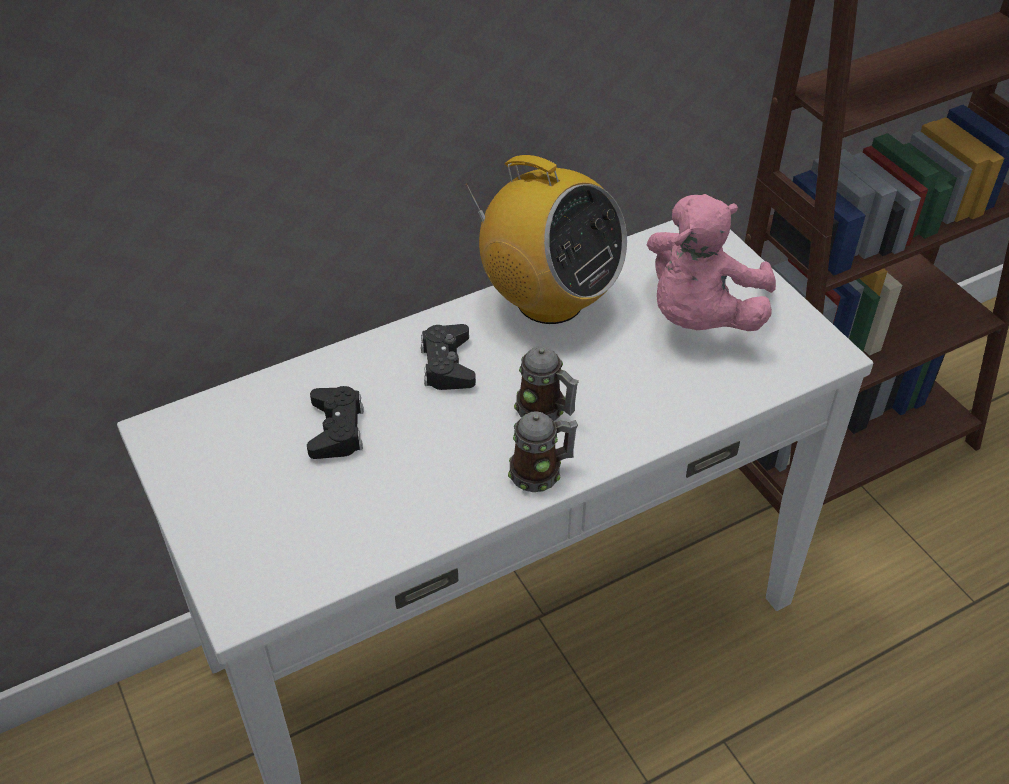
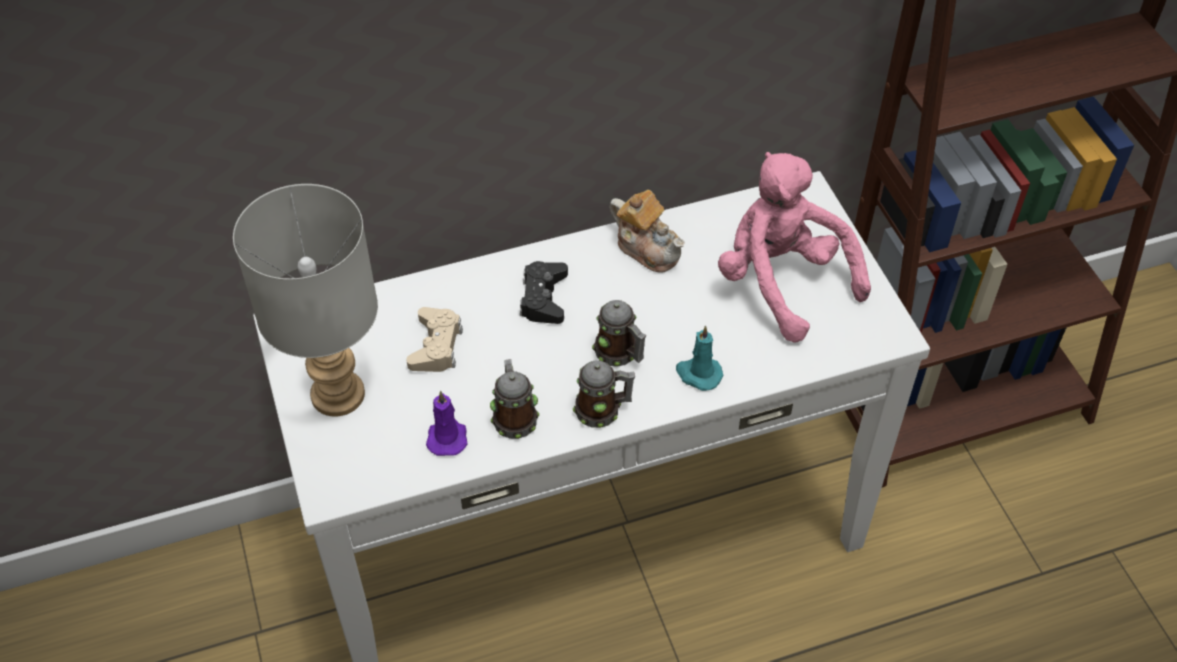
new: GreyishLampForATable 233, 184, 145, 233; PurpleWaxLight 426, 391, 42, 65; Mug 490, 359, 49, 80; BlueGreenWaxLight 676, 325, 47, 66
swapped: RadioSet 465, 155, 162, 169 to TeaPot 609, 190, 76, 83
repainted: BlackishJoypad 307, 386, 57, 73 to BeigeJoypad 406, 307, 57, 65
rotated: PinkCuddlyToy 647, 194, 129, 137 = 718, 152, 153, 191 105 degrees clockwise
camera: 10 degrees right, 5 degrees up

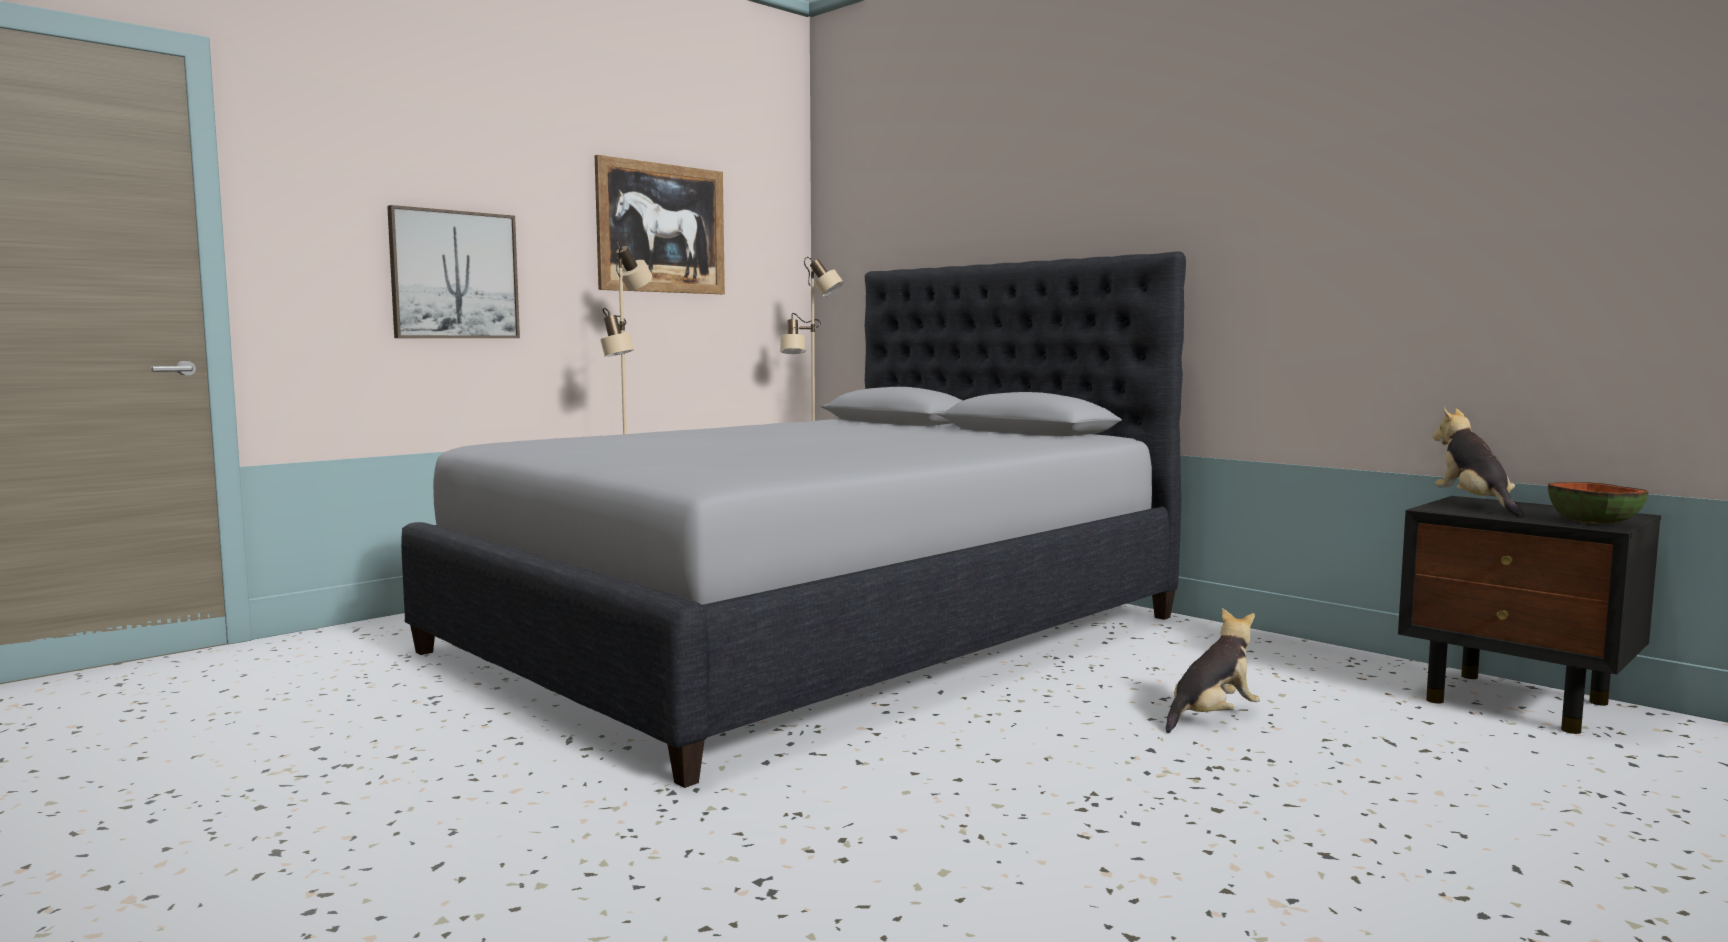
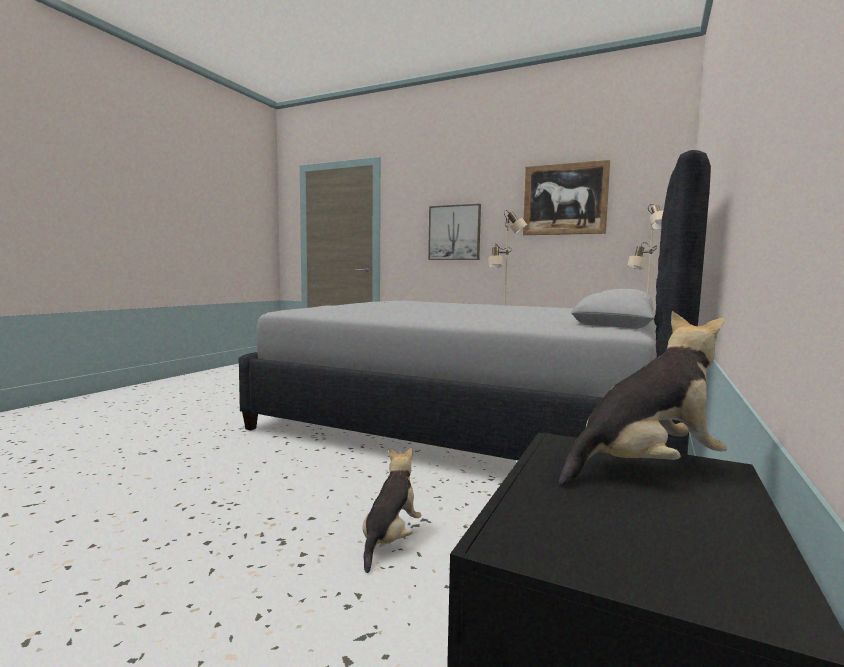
gone: DeepDish 1548, 482, 101, 42
rotated: CuddlyToy 1165, 608, 95, 125 = 363, 448, 58, 125 105 degrees counterclockwise
camera: 70 degrees right, 0 degrees up

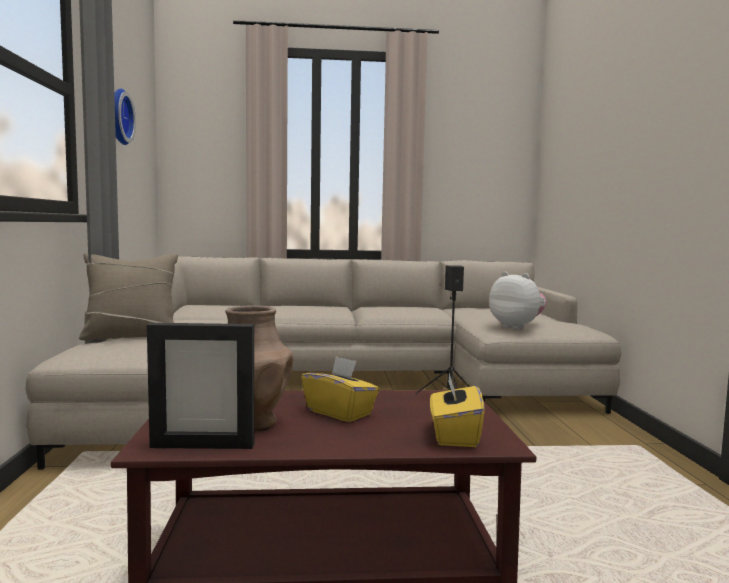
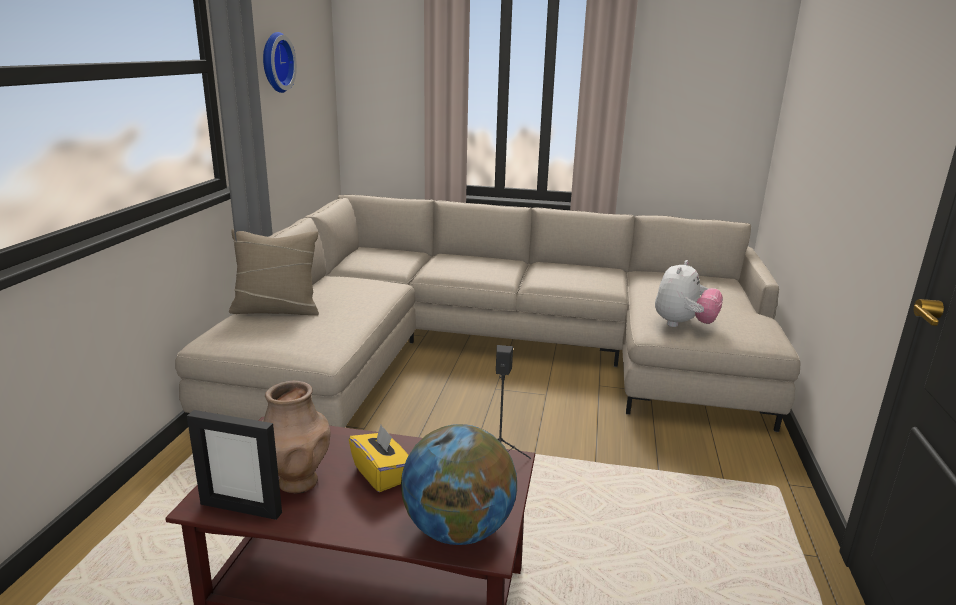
swapped: YellowTissueHolder 430, 373, 55, 74 to DeskGlobe 401, 424, 116, 121
rotated: CuddlyToy 489, 272, 58, 58 = 655, 260, 68, 67 60 degrees clockwise
camera: 15 degrees right, 15 degrees up

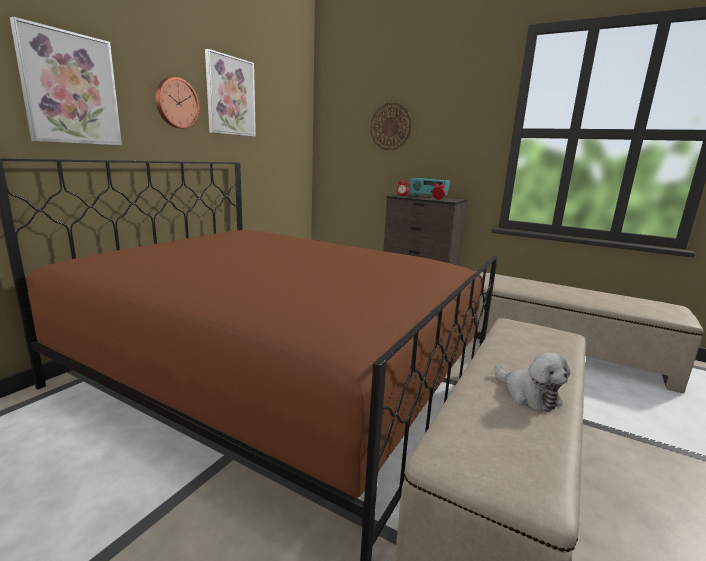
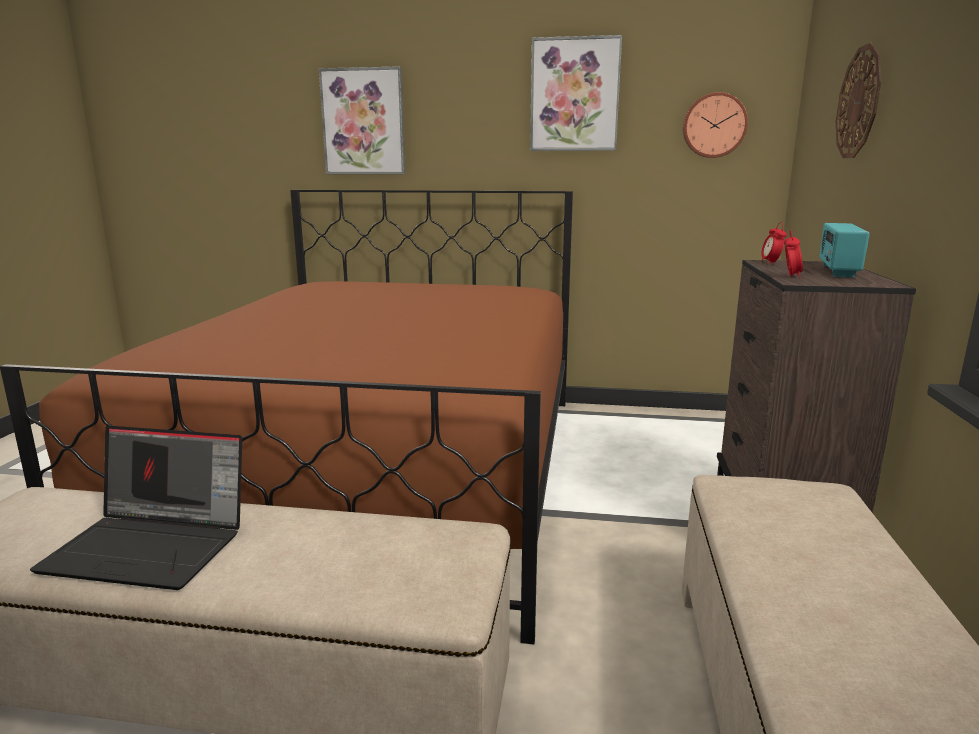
shifted: WallClock 155, 77, 45, 51 to 683, 92, 65, 66
swapped: CuddlyToy 494, 352, 76, 60 to Laptop 30, 426, 212, 164
camera: 70 degrees right, 0 degrees up

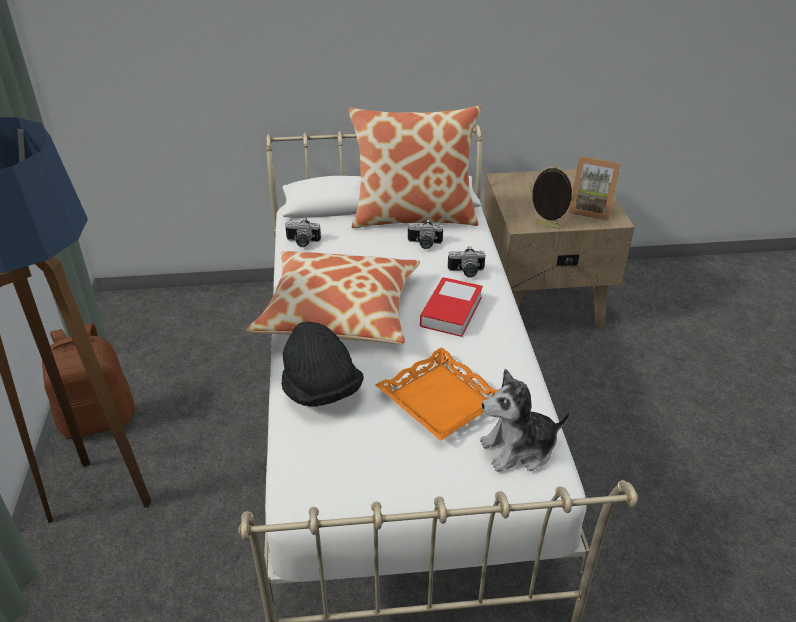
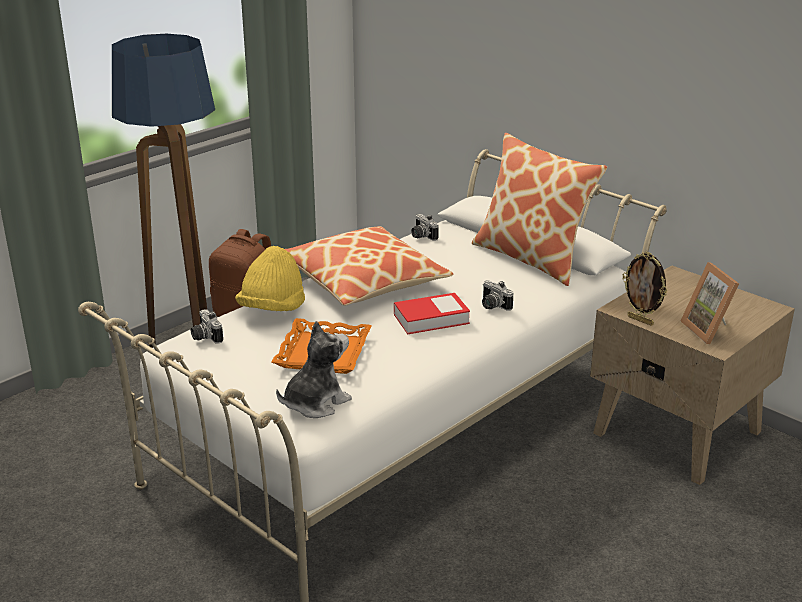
shifted: StillCamera 408, 219, 35, 30 to 191, 309, 32, 35
repainted: BlackishWearableHat 282, 321, 82, 86 to YellowWearableHat 235, 246, 70, 65
rotated: CuddlyToy 480, 369, 90, 103 = 276, 321, 76, 97 105 degrees clockwise; StandingFrame 530, 165, 45, 64 = 622, 252, 45, 74 150 degrees clockwise
camera: 50 degrees right, 10 degrees down

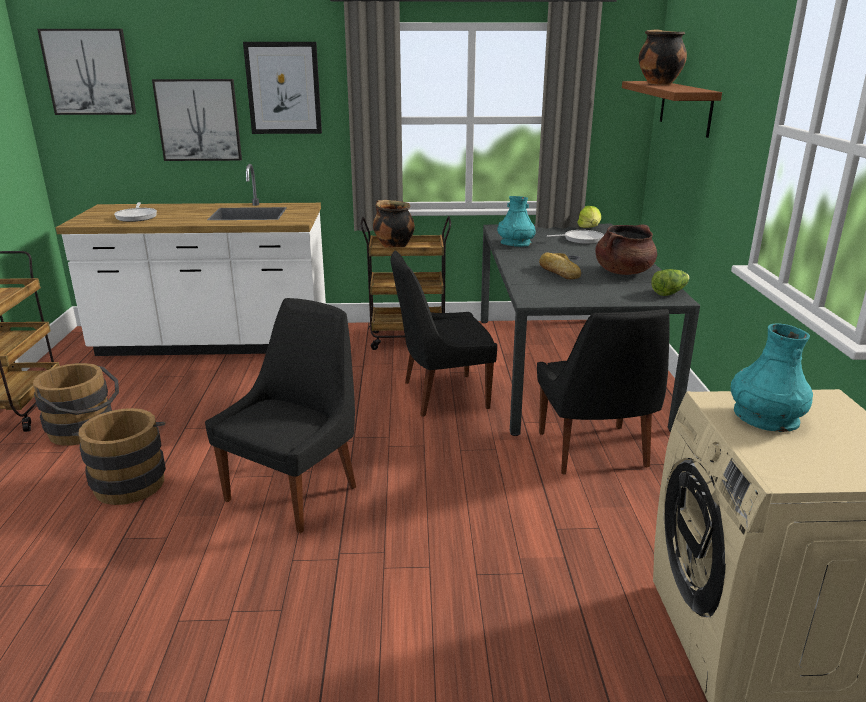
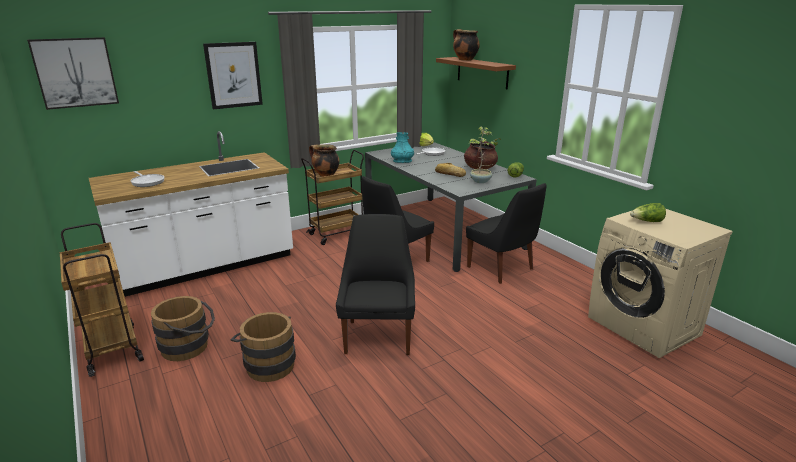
gone: Picture 152, 79, 90, 82
new: Houseplant 468, 126, 33, 57
swapped: BlueGreenFlowerVase 731, 323, 82, 109 to HeadOfLettuce 630, 203, 36, 19
camera: 30 degrees left, 0 degrees up

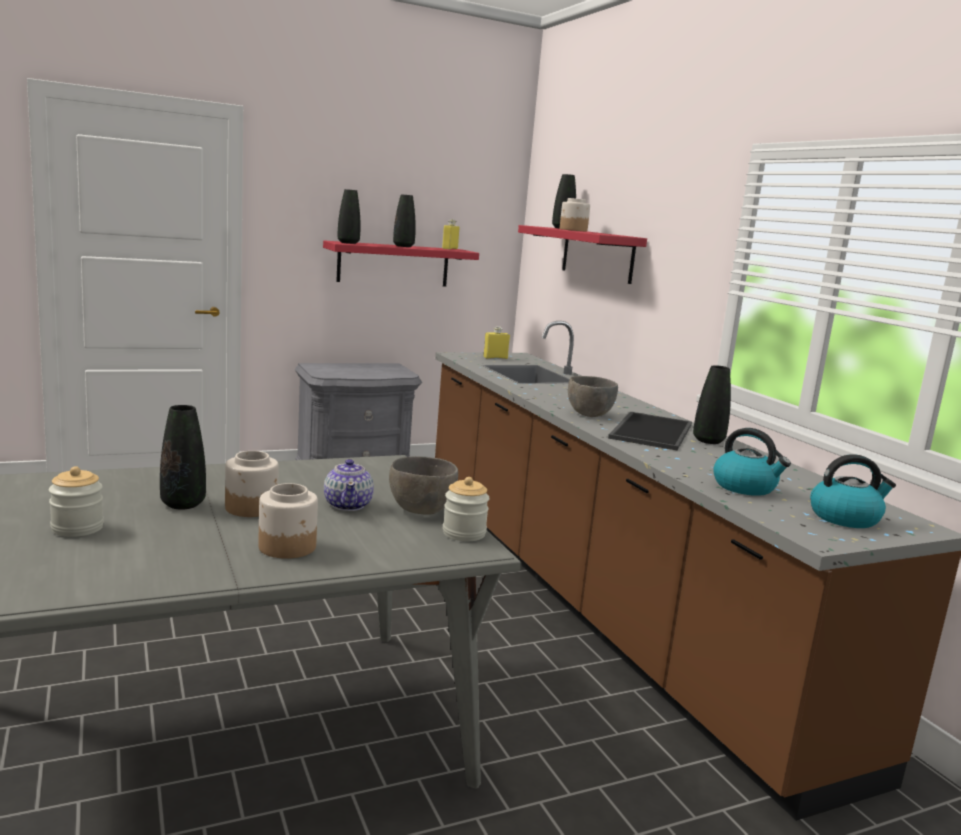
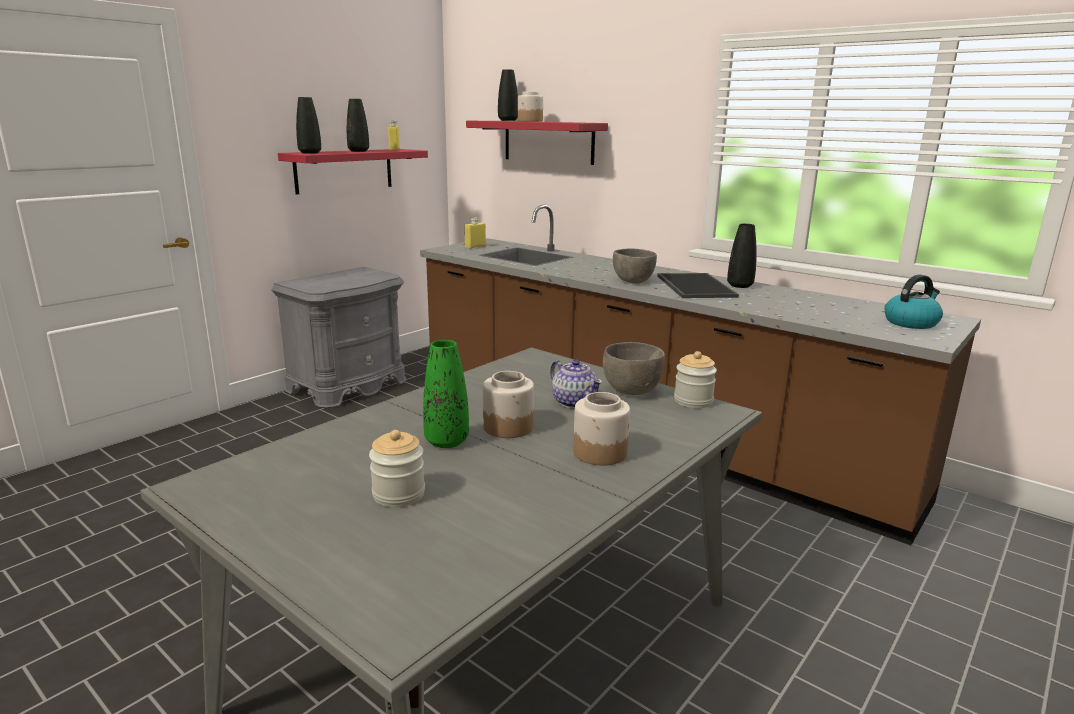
gone: TeaKettle 713, 428, 78, 68
repainted: BlackishFlowerVase 160, 405, 46, 104 to GreenFlowerVase 423, 340, 46, 108
camera: 25 degrees left, 5 degrees up

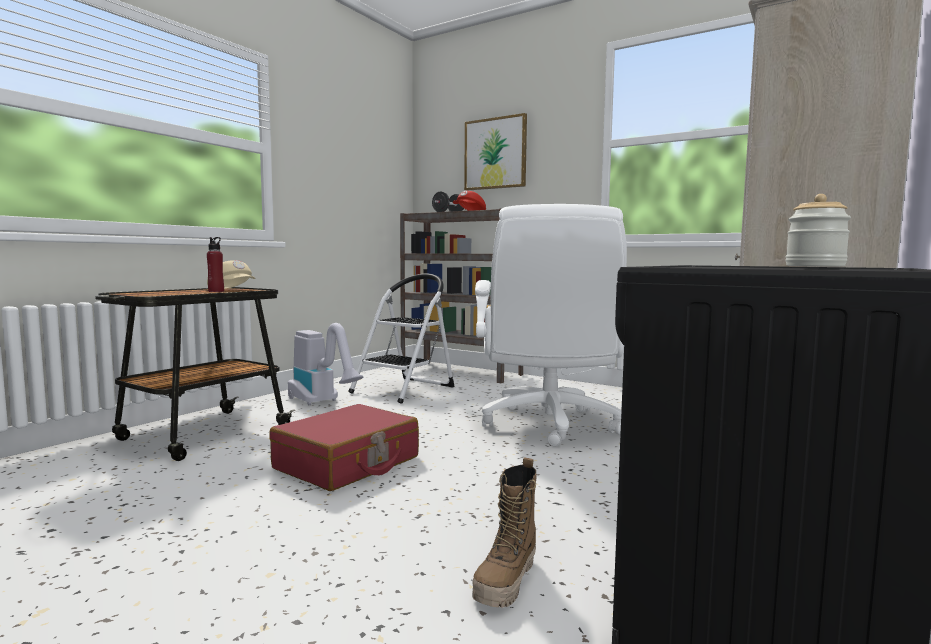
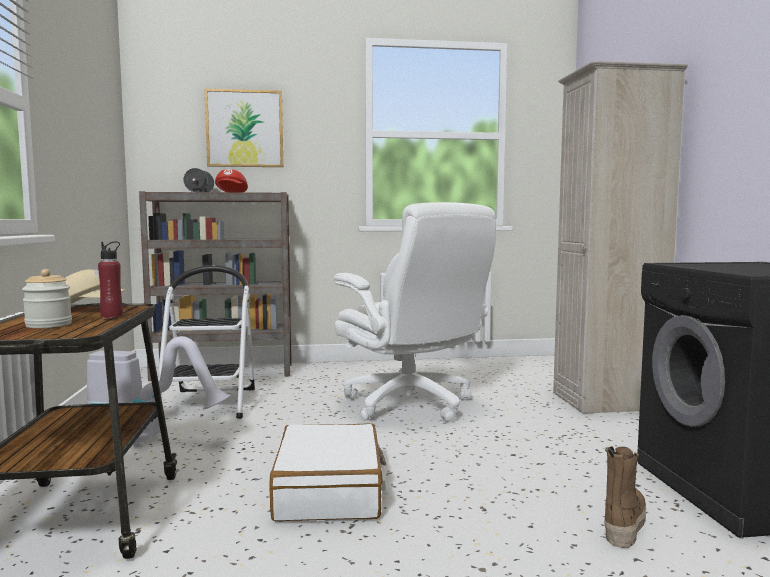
shifted: StorageJar 785, 194, 66, 73 to 22, 269, 50, 59
repainted: ReddishPieceOfLuggage 269, 404, 150, 87 to WhitishPieceOfLuggage 270, 423, 116, 98
rotated: TallBoot 472, 458, 65, 150 = 604, 446, 42, 102 135 degrees counterclockwise
camera: 40 degrees left, 0 degrees up

